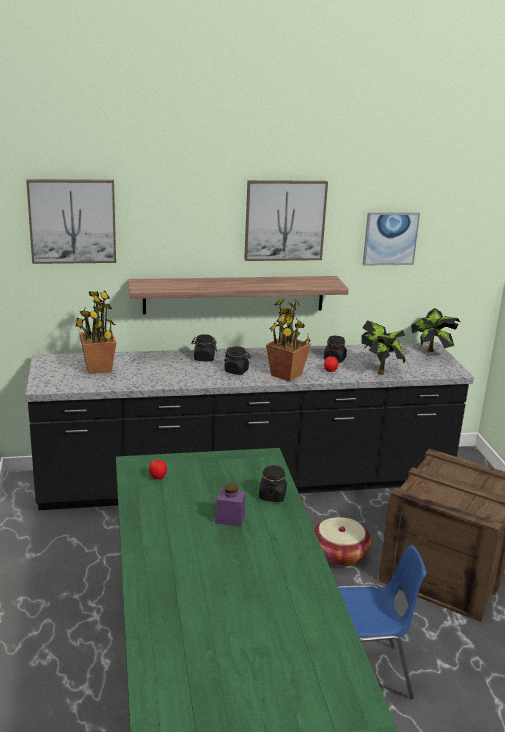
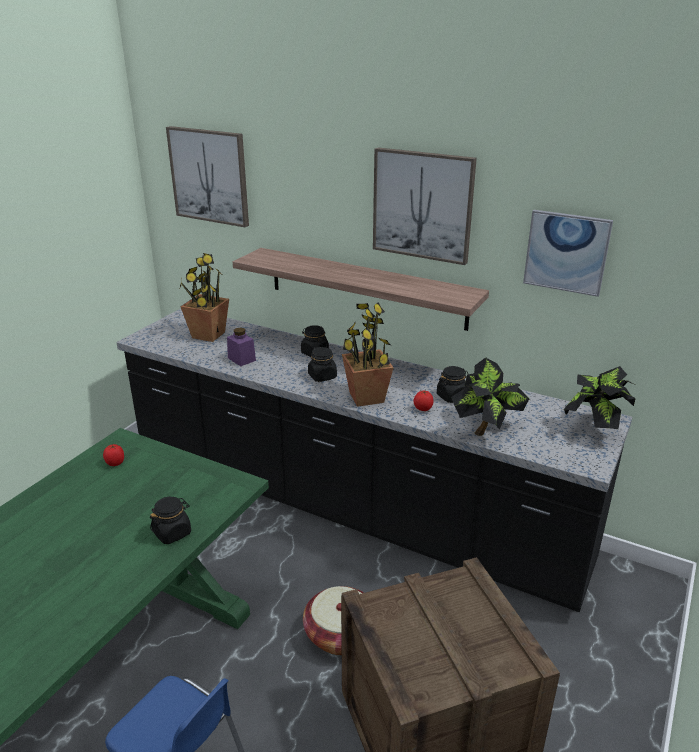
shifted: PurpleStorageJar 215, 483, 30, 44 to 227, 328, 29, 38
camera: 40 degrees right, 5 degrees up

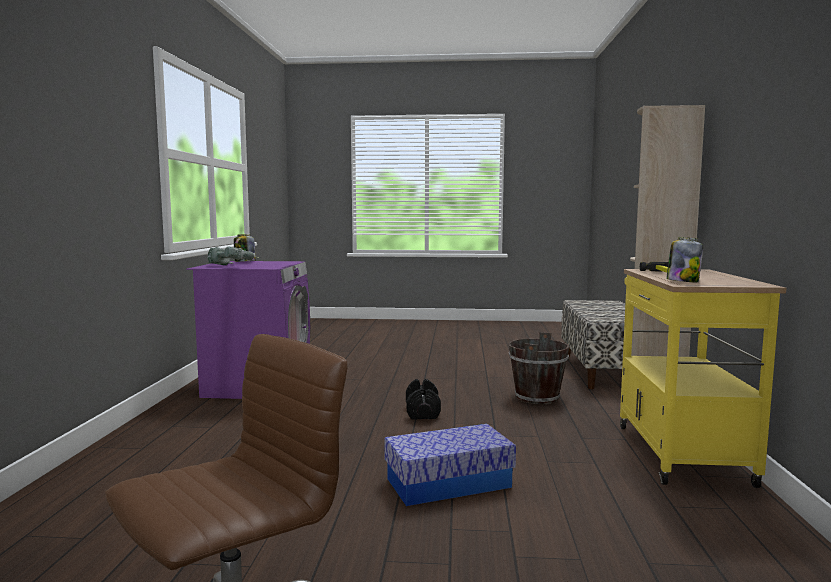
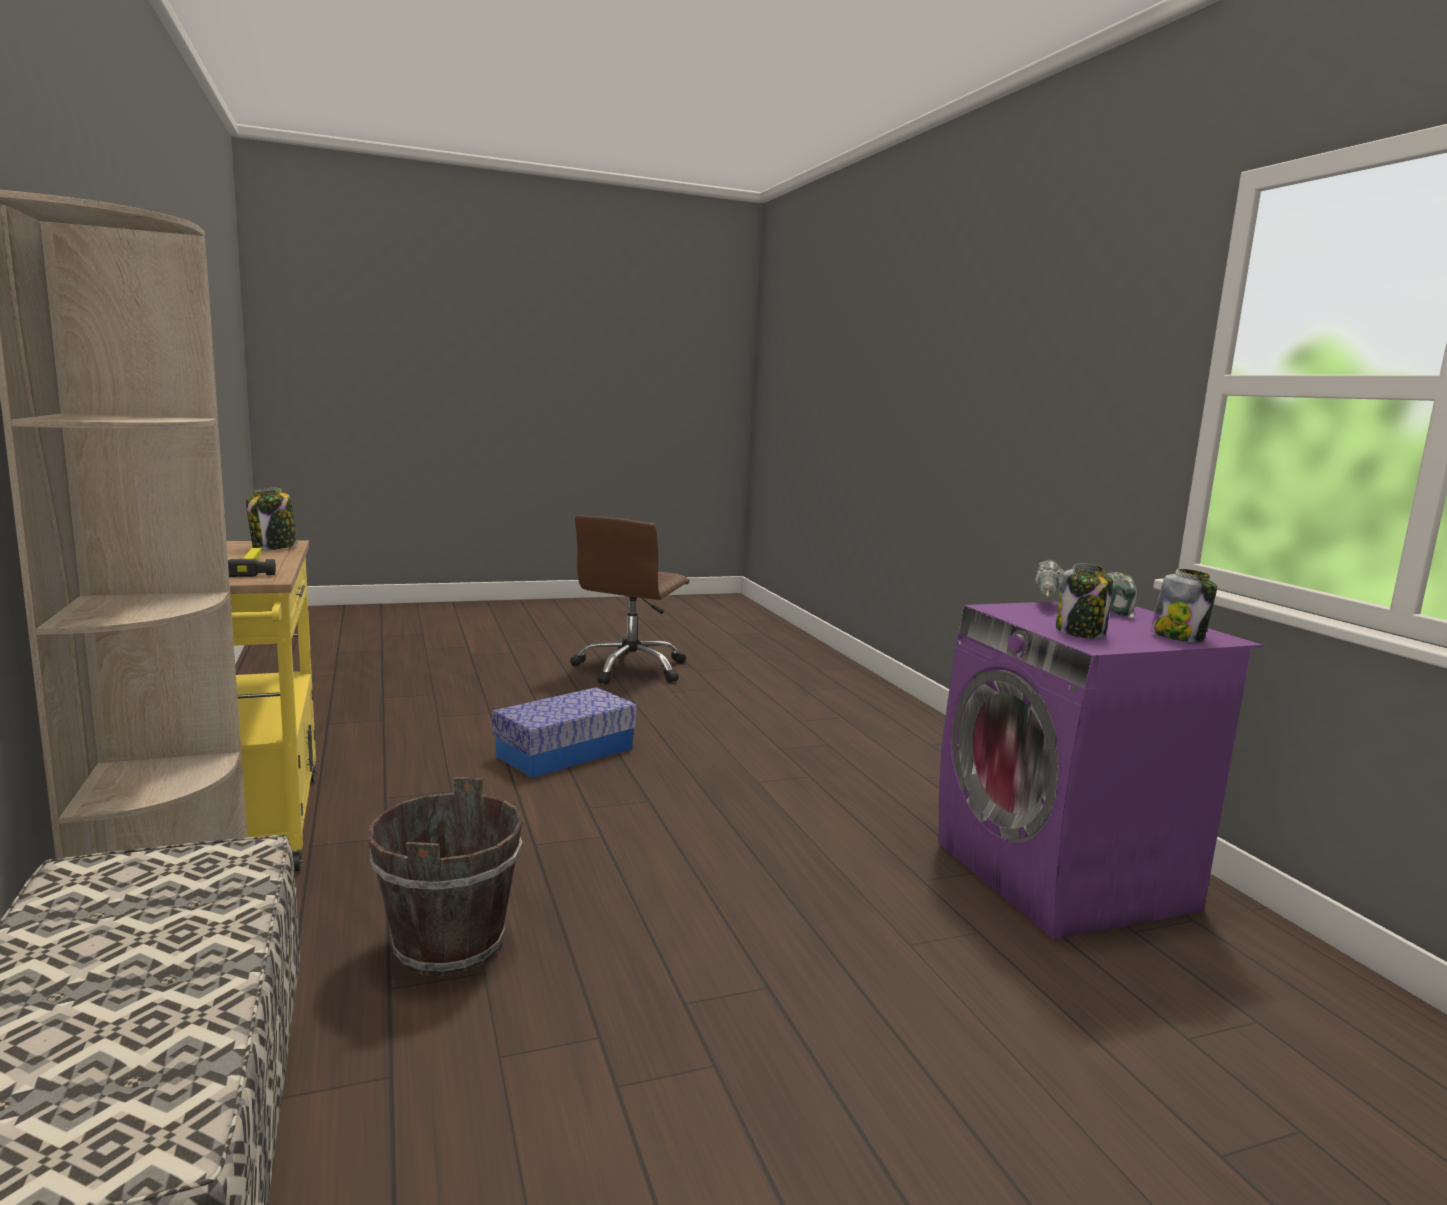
gone: BlackishDumbbell 406, 379, 35, 40
new: StorageJar 1056, 564, 57, 74
camera: 155 degrees right, 5 degrees up

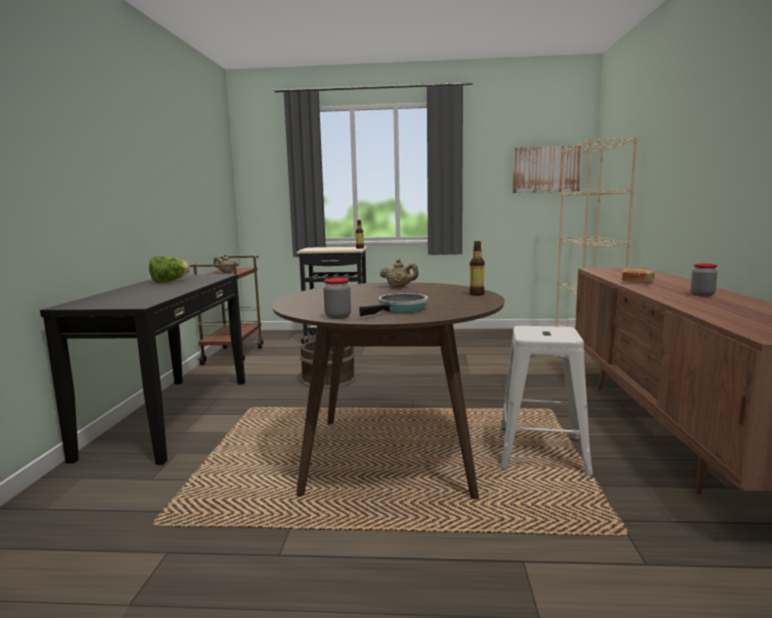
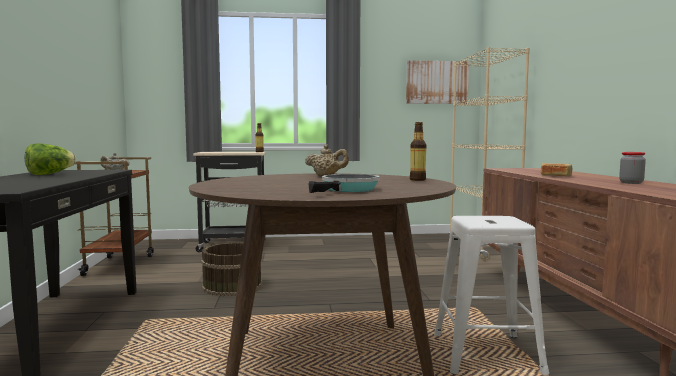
gone: StorageJar 324, 278, 27, 41
camera: 10 degrees left, 5 degrees down

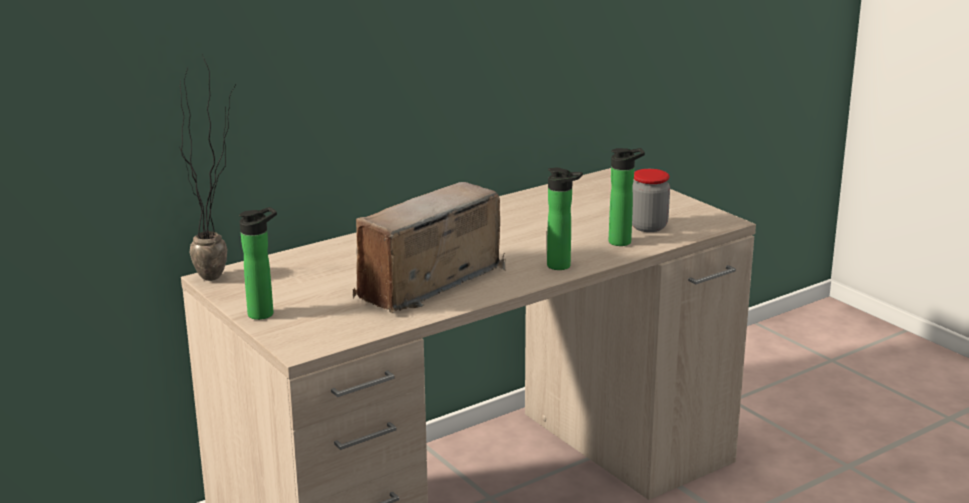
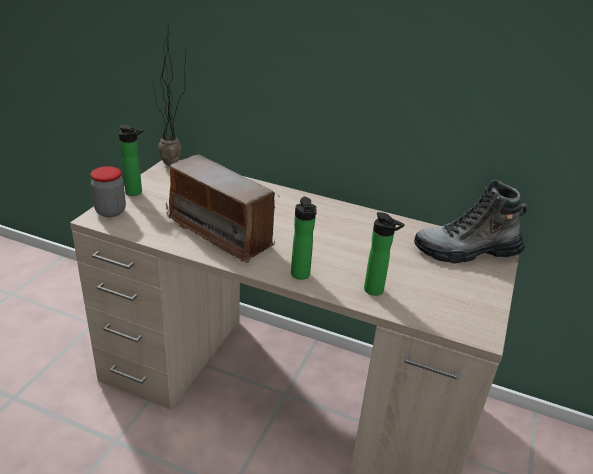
new: TallBoot 414, 180, 113, 84
shifted: StorageJar 632, 169, 38, 63 to 91, 166, 35, 51
rotated: RadioSet 353, 182, 153, 131 = 166, 154, 114, 109 150 degrees counterclockwise
camera: 55 degrees right, 10 degrees up

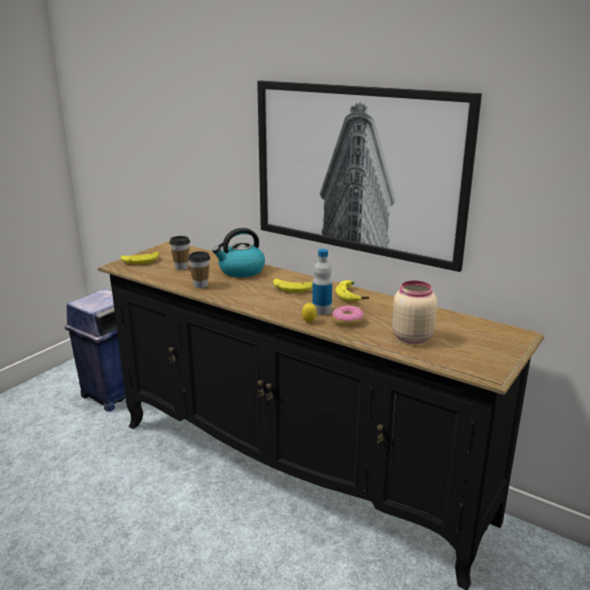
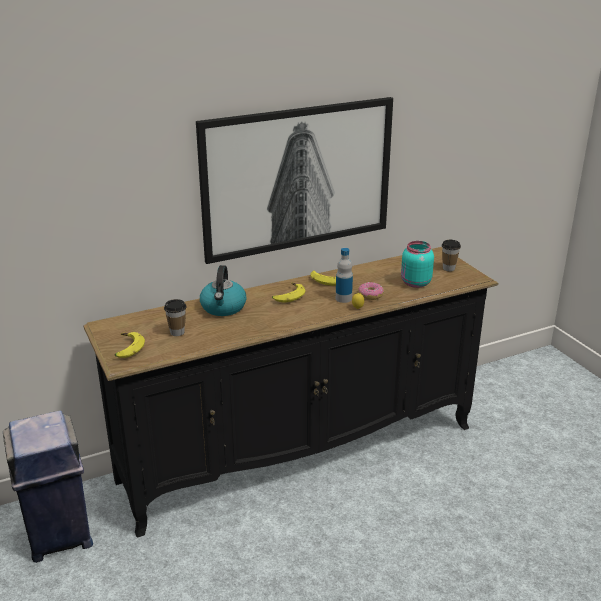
shifted: Cup 188, 251, 22, 37 to 441, 240, 20, 31
repainted: BeigeStorageJar 392, 280, 45, 64 to BlueGreenStorageJar 401, 241, 33, 47
camera: 60 degrees left, 5 degrees up

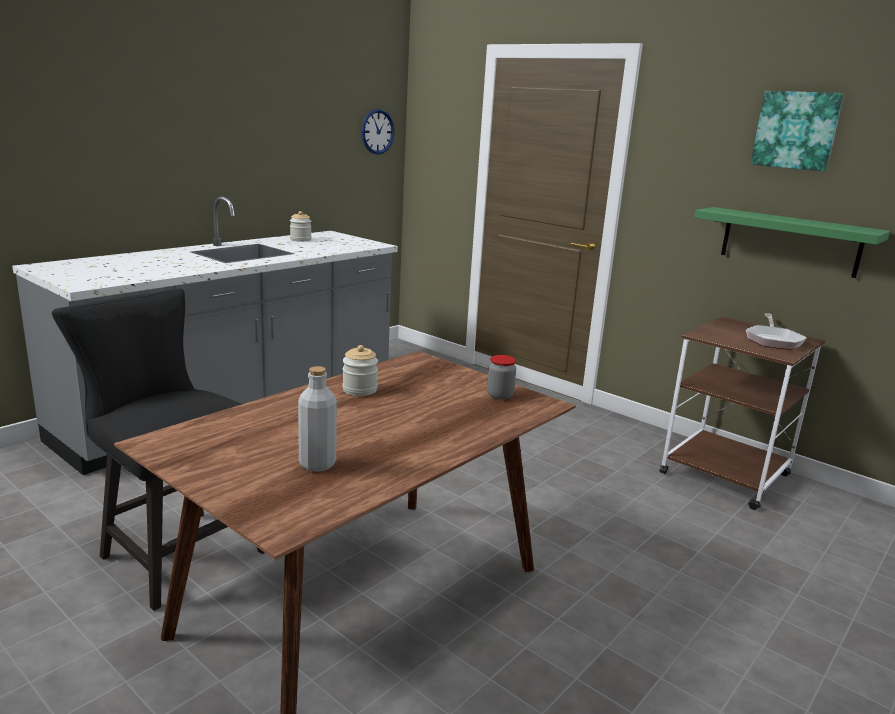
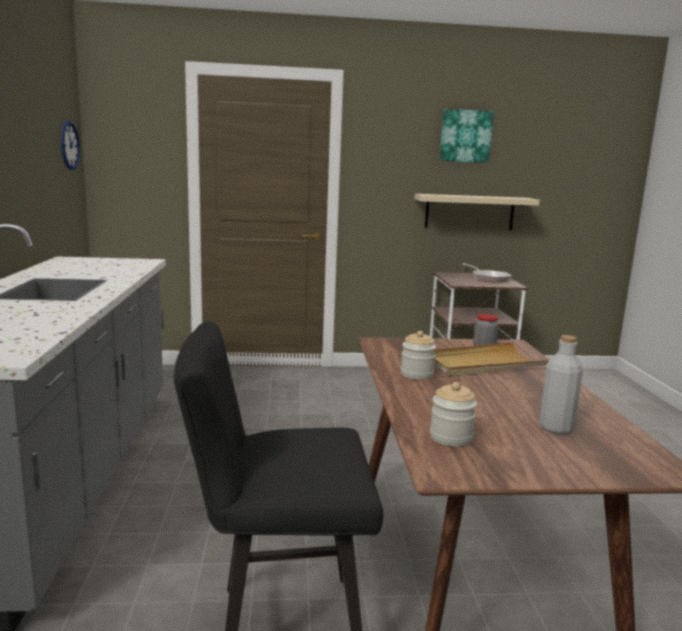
new: BeigeServingTray 434, 342, 114, 35
shifted: StorageJar 290, 211, 22, 31 to 430, 382, 47, 64
repainted: GreenBracketShelf 694, 207, 196, 71 to BeigeBracketShelf 414, 194, 126, 36
camera: 45 degrees left, 5 degrees down

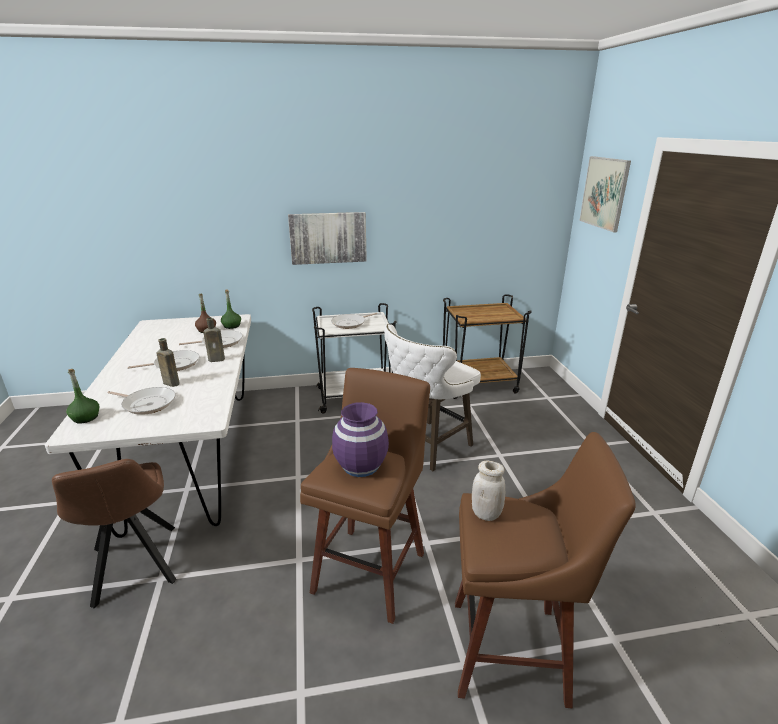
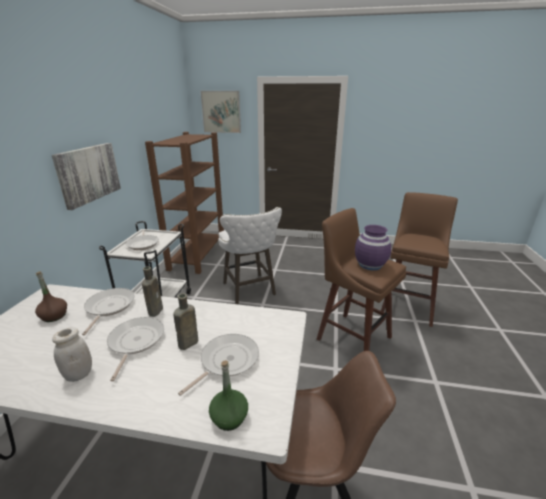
gone: GreenBottle 221, 290, 20, 39
shifted: WhitishStorageJar 472, 460, 33, 61 to 52, 327, 40, 55
swapped: BrownTrolley 443, 294, 89, 105 to BrownBookshelf 145, 132, 79, 142
camera: 70 degrees left, 0 degrees up

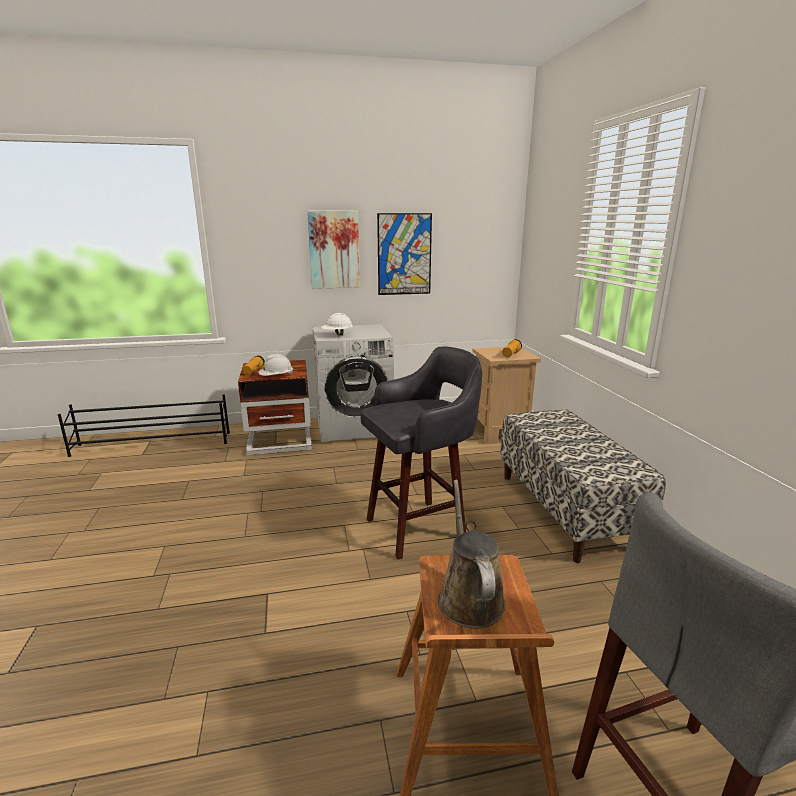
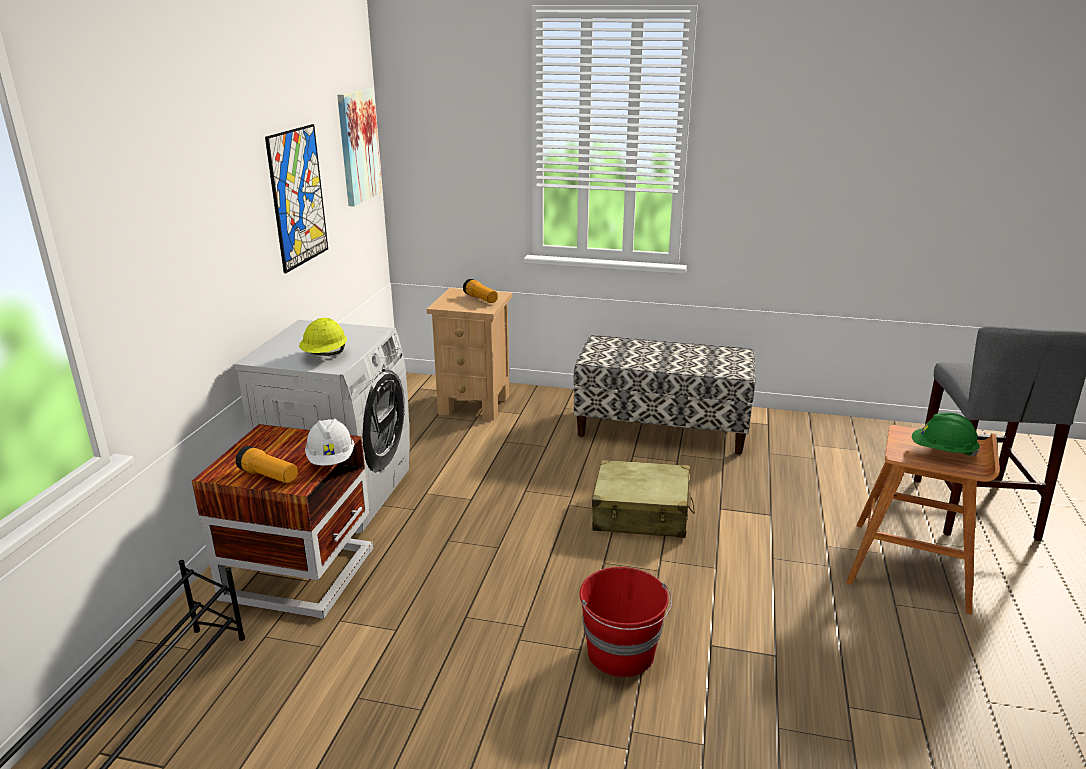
new: ReddishBucket 580, 567, 92, 110
shifted: Picture 307, 210, 53, 79 to 337, 88, 45, 119
swapped: GreyishStool 360, 347, 122, 213 to BeigePieceOfLuggage 592, 460, 103, 78; BrownWateringPot 438, 480, 68, 149 to GreenWorkHelmet 912, 412, 68, 44
repainted: WhitishWorkHelmet 321, 313, 32, 23 to YellowWorkHelmet 299, 318, 48, 38
camera: 65 degrees left, 5 degrees up

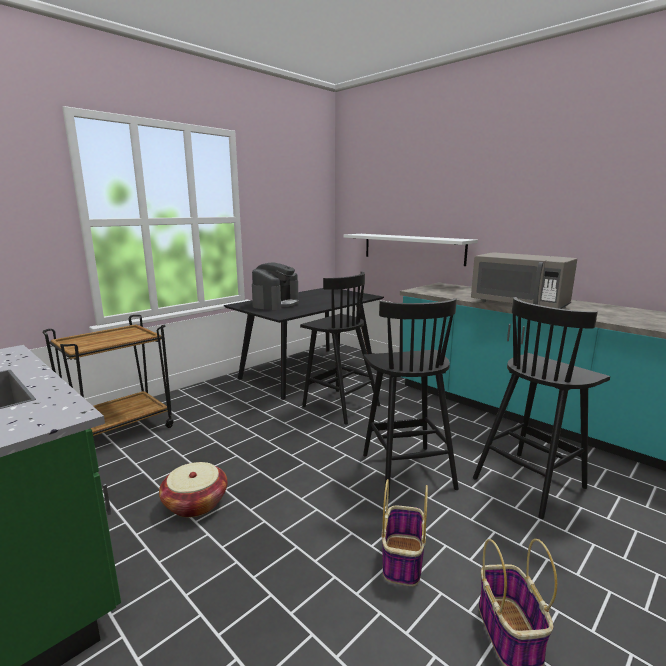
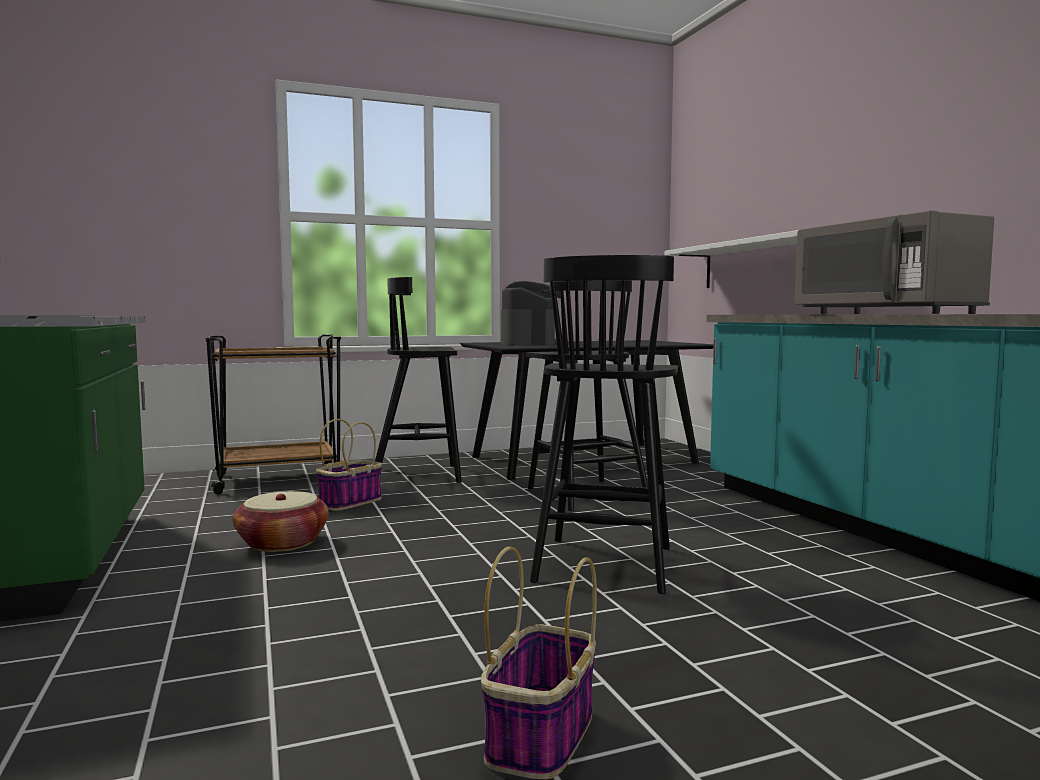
shifted: StorageBasket 382, 479, 46, 107 to 316, 419, 66, 92; BlackishStool 473, 297, 137, 222 to 375, 277, 87, 206
rotated: CoffeeMaker 252, 262, 47, 48 = 501, 281, 60, 64 45 degrees counterclockwise
camera: 25 degrees right, 10 degrees down

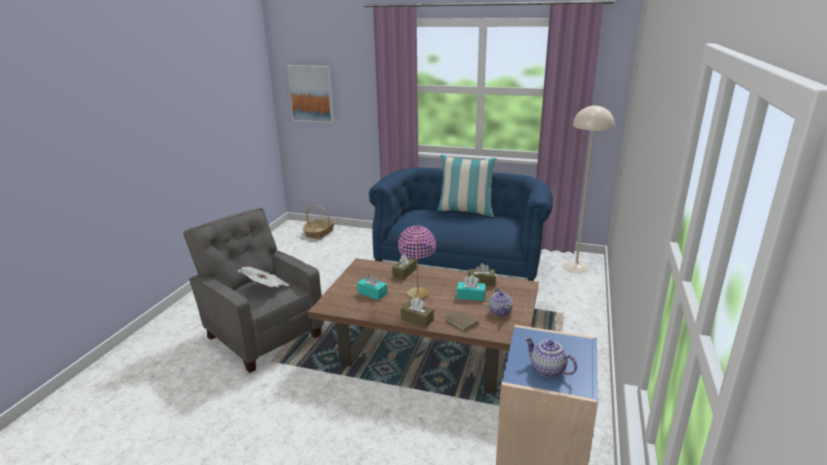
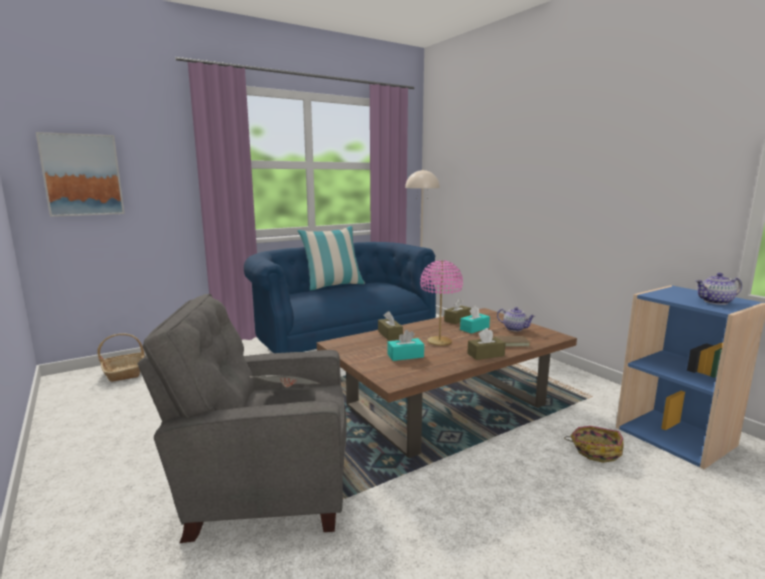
new: StorageBasket 564, 426, 60, 37
camera: 50 degrees left, 10 degrees down

